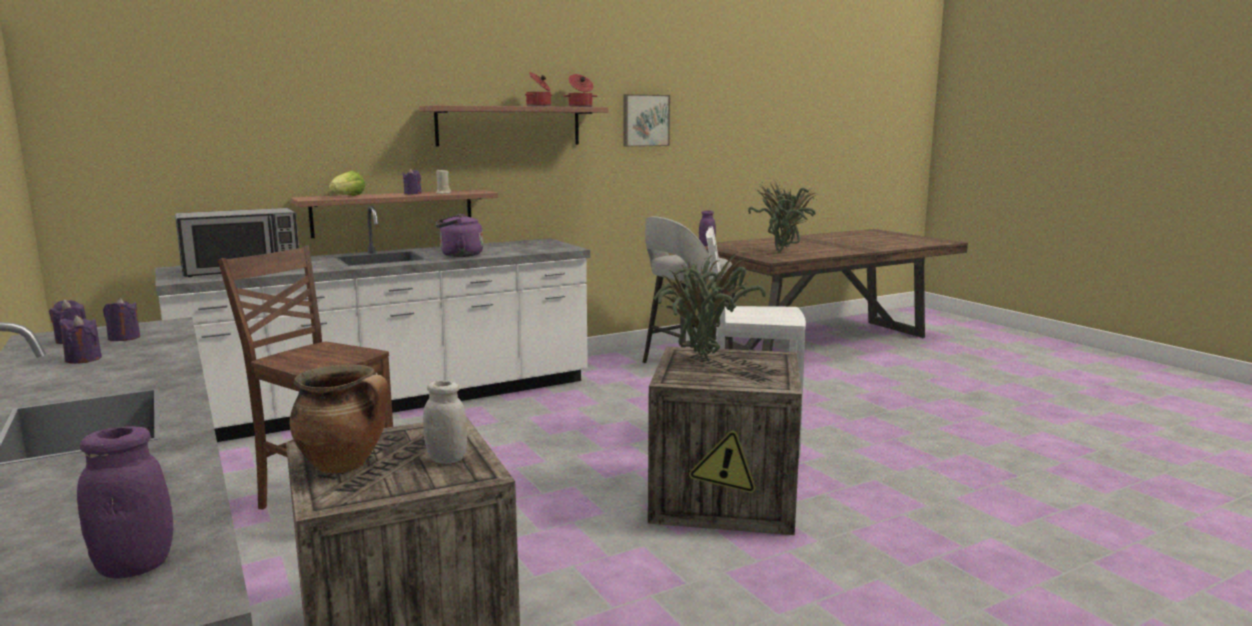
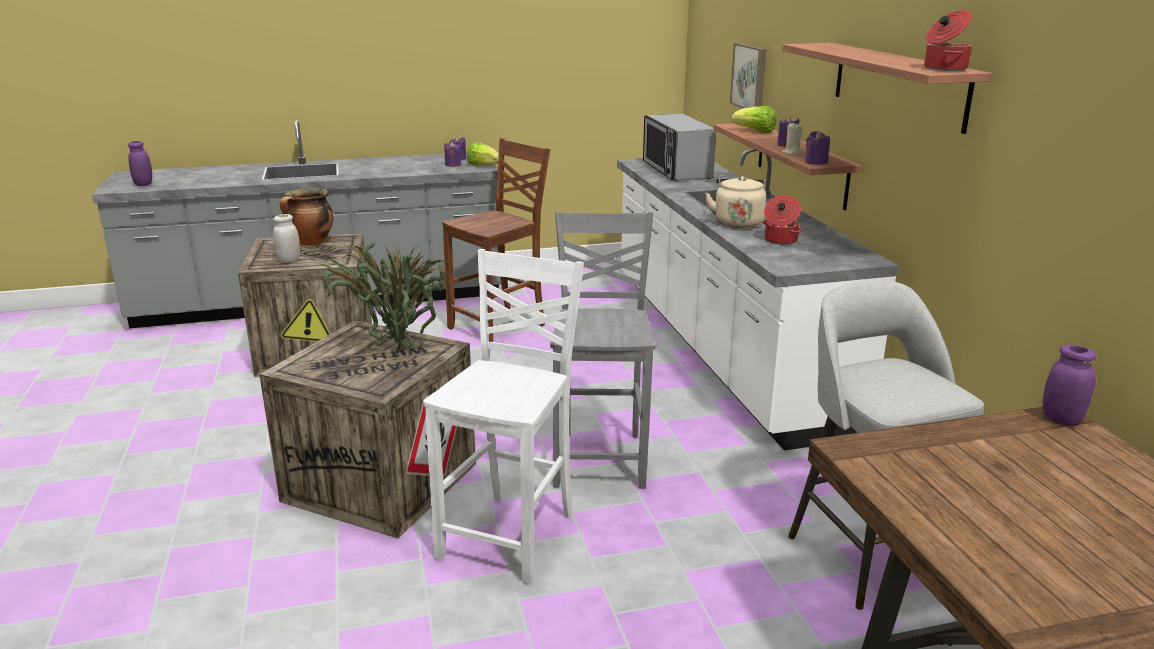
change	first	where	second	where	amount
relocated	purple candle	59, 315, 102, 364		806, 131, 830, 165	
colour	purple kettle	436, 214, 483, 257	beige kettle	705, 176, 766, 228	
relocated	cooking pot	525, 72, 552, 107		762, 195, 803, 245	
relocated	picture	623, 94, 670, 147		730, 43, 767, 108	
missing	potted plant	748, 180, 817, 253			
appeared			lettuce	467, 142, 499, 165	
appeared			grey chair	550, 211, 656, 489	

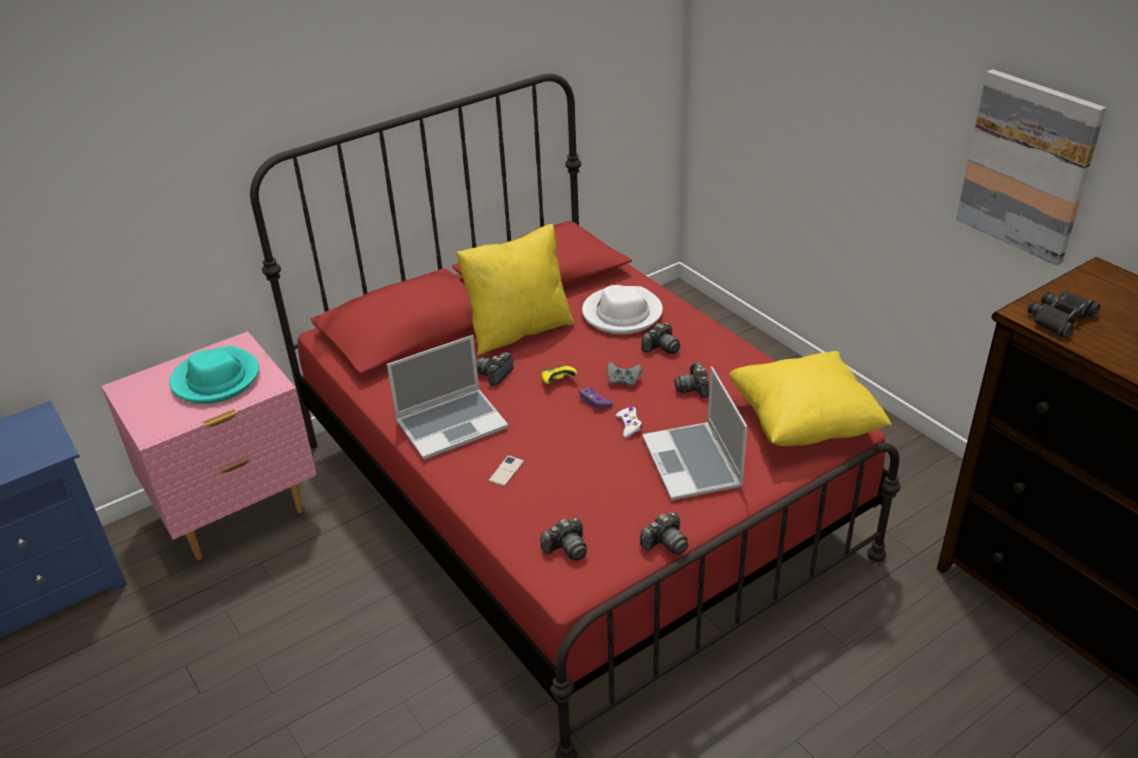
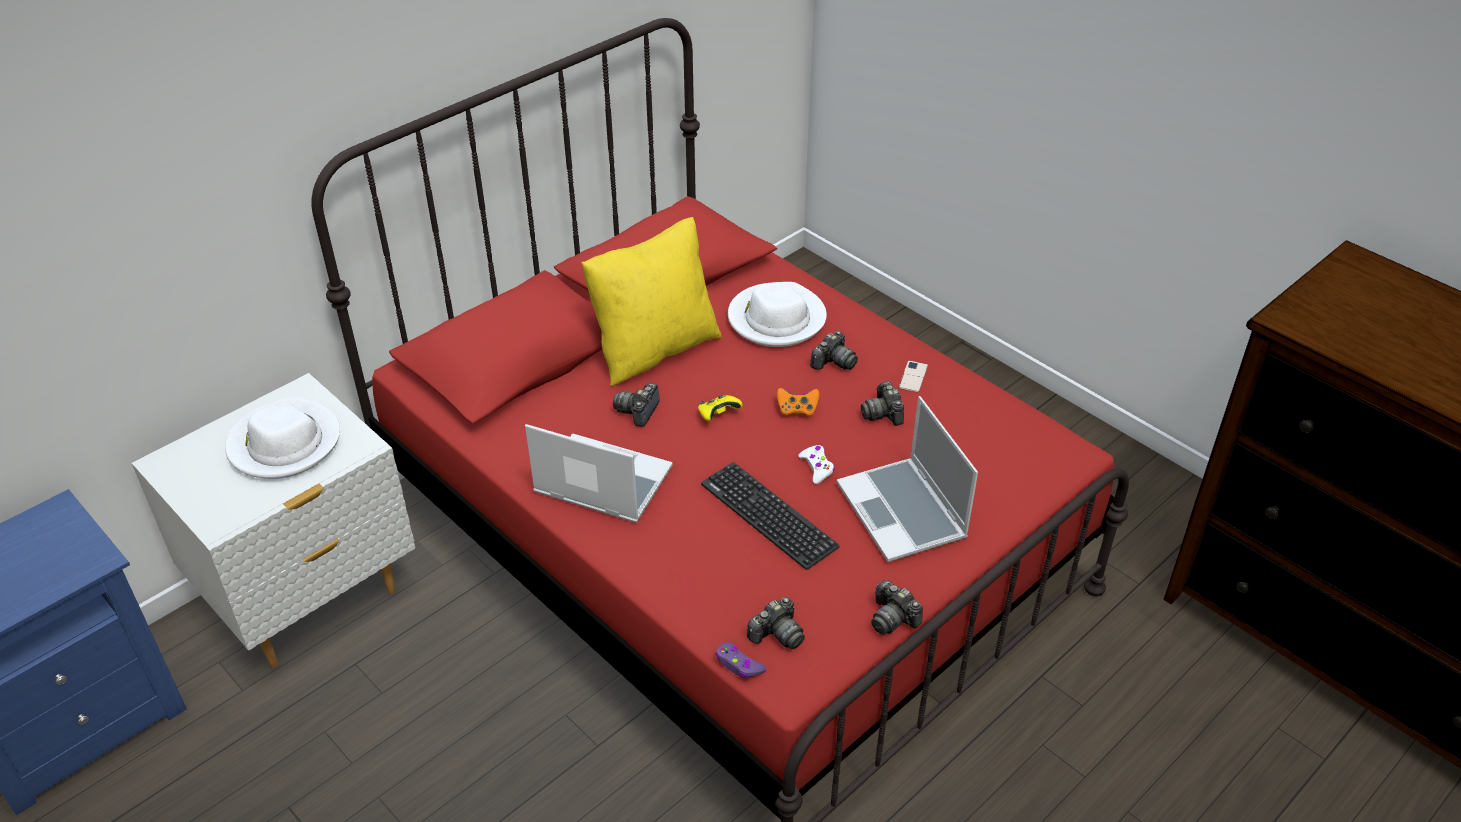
change	first	where	second	where	amount
colour	pink nightstand	101, 331, 317, 560	white nightstand	132, 373, 415, 668	
colour	turquoise hat	169, 346, 259, 404	white hat	225, 396, 340, 479	
spun	laptop	387, 335, 508, 460		525, 424, 673, 523	120 degrees counterclockwise
relocated	phone	488, 455, 524, 486		899, 360, 928, 393	
relocated	purple game controller	579, 388, 613, 408		715, 642, 767, 679	
colour	grey game controller	607, 362, 642, 388	orange game controller	777, 388, 820, 417	
spun	photo camera	640, 512, 689, 555		871, 580, 923, 635	90 degrees clockwise
missing	yellow pillow	730, 351, 891, 446			
missing	picture	956, 69, 1106, 266			
missing	black binoculars	1027, 290, 1101, 338			
appeared			keyboard	701, 462, 840, 570	

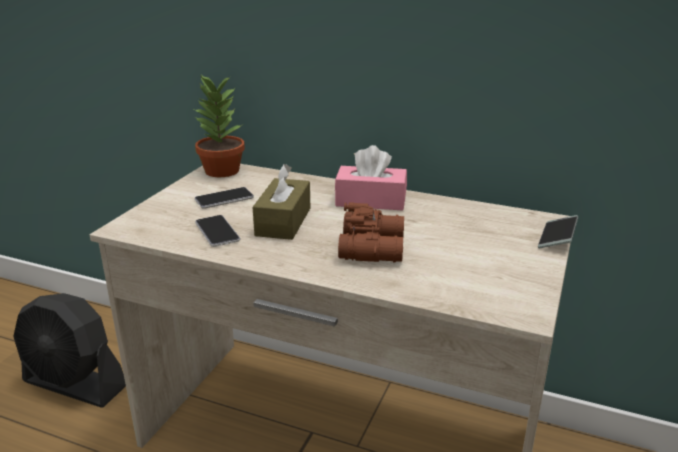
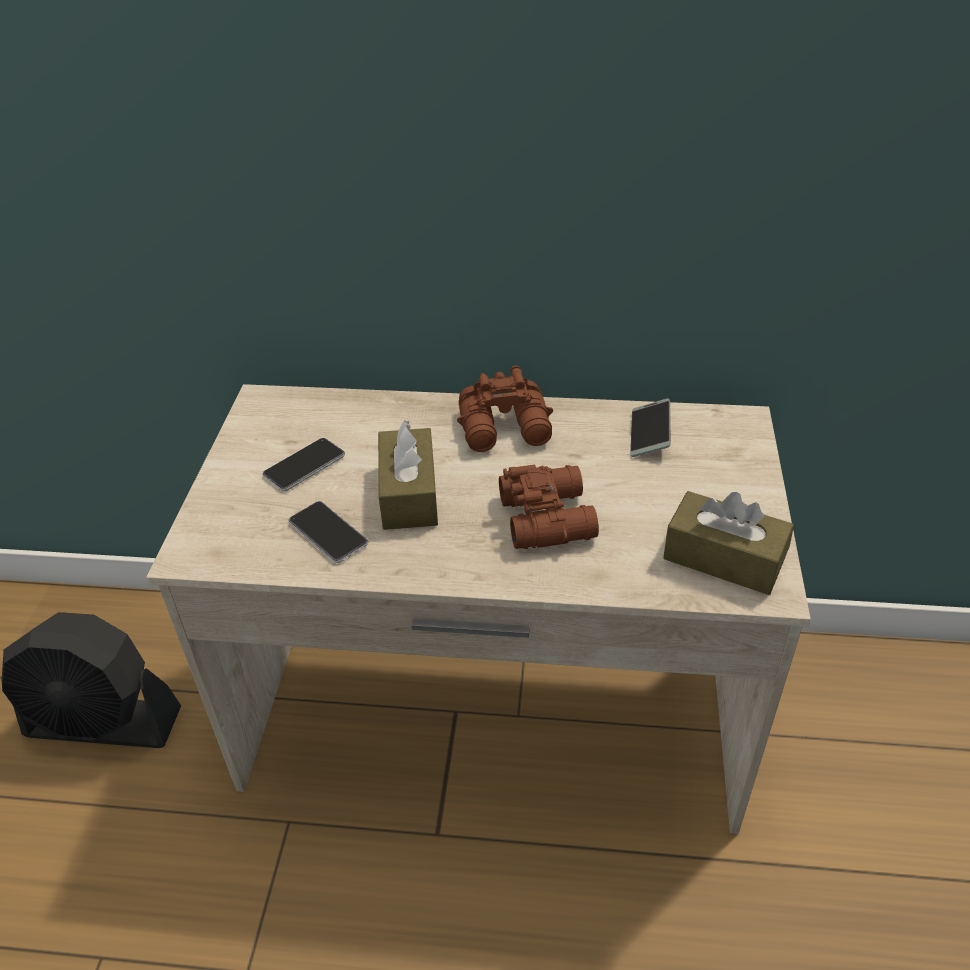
change	first	where	second	where	amount
missing	potted plant	194, 74, 245, 177			
exchanged	pink tissue box	335, 145, 407, 210	brown binoculars	457, 365, 553, 452	
relocated	phone	538, 215, 578, 248		630, 398, 670, 457	
appeared			brown tissue box	663, 491, 794, 595	

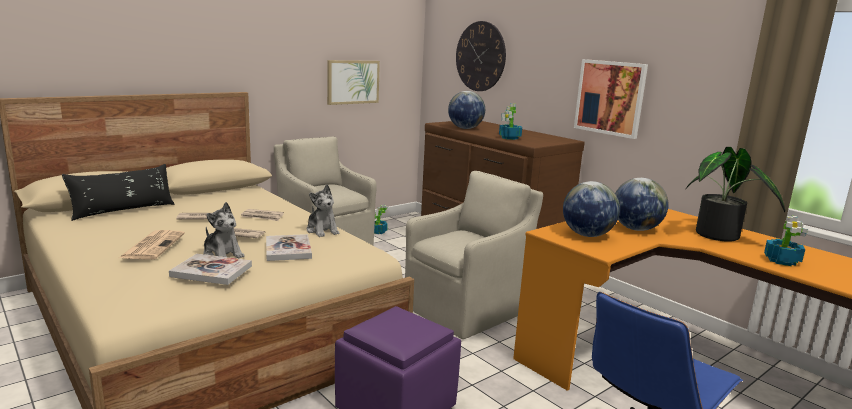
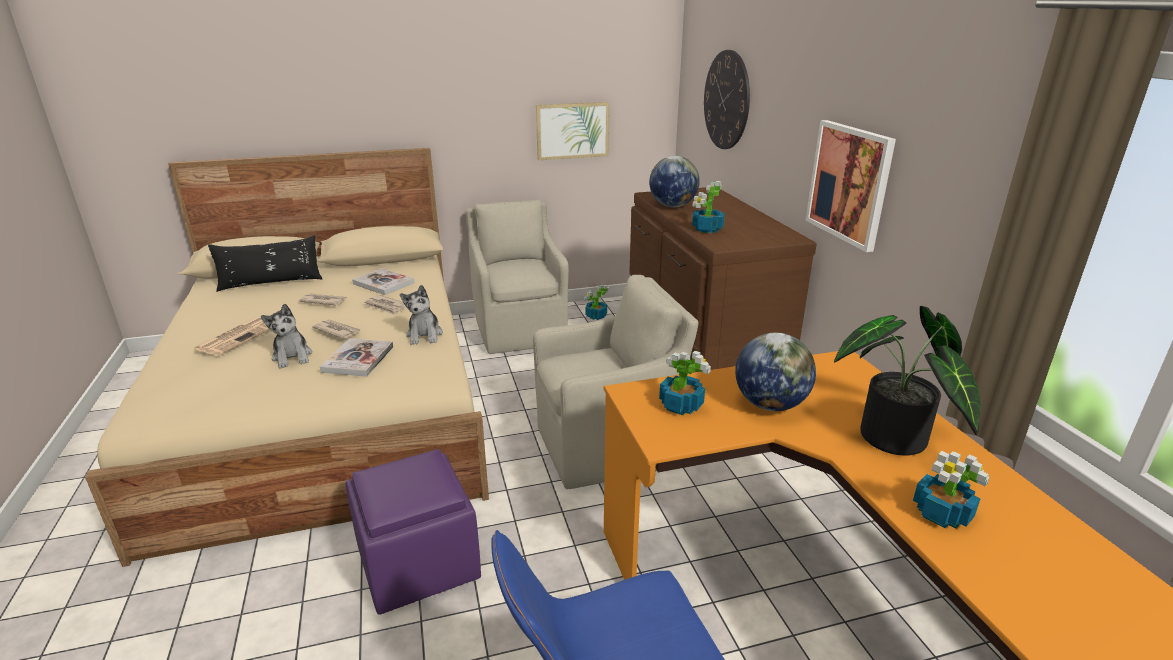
change	first	where	second	where	amount
relocated	book	169, 254, 252, 285		352, 268, 414, 295	
exchanged	globe	563, 181, 620, 237	potted plant	659, 351, 711, 415	

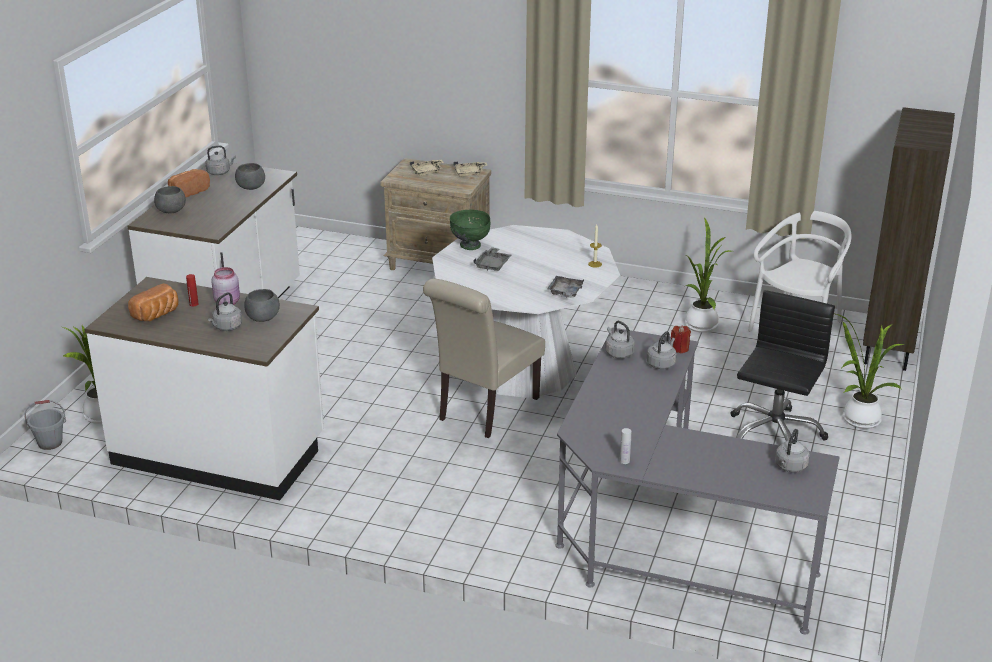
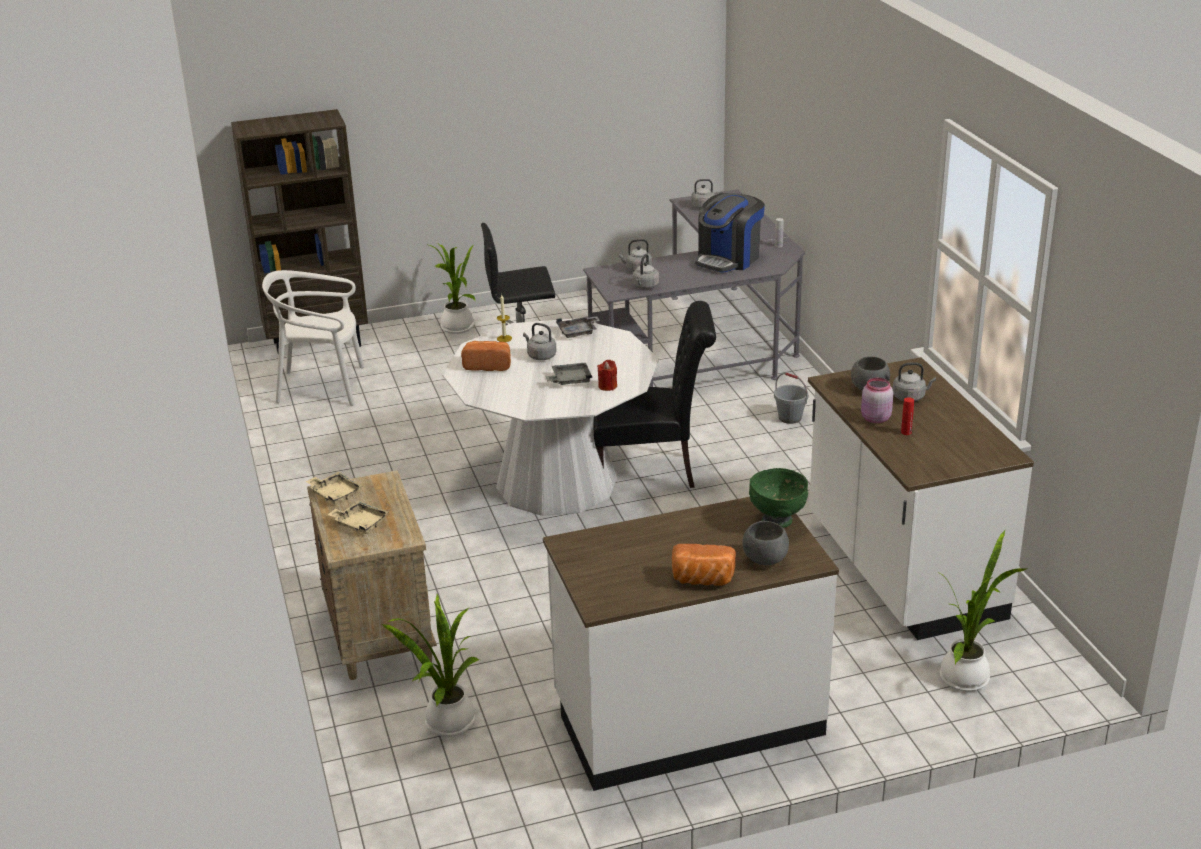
change	first	where	second	where	amount
relocated	grey bucket	24, 400, 66, 450		774, 373, 808, 424	
relocated	bread	128, 283, 178, 321		461, 341, 511, 371	
relocated	grey kettle	205, 146, 236, 175		523, 323, 556, 360	
missing	grey bowl	235, 163, 265, 190			
colour	beige chair	423, 279, 545, 438	black chair	593, 301, 716, 488	
relocated	green bowl	450, 209, 491, 250		749, 468, 808, 528	
relocated	red candle	671, 326, 691, 353		597, 360, 617, 391	
relocated	potted plant	685, 217, 731, 333		382, 594, 481, 737	
appeared			coffee machine	695, 193, 765, 273	

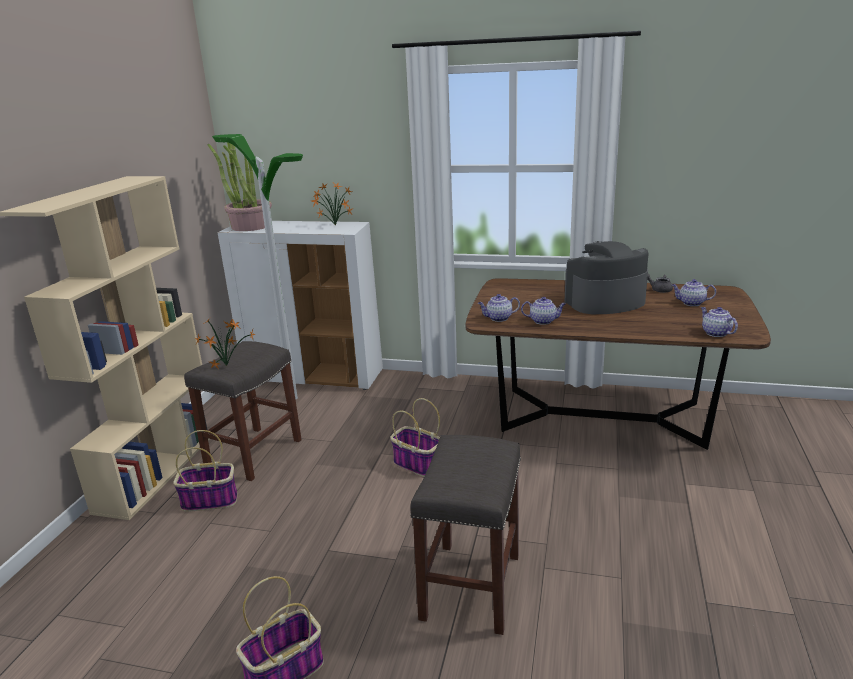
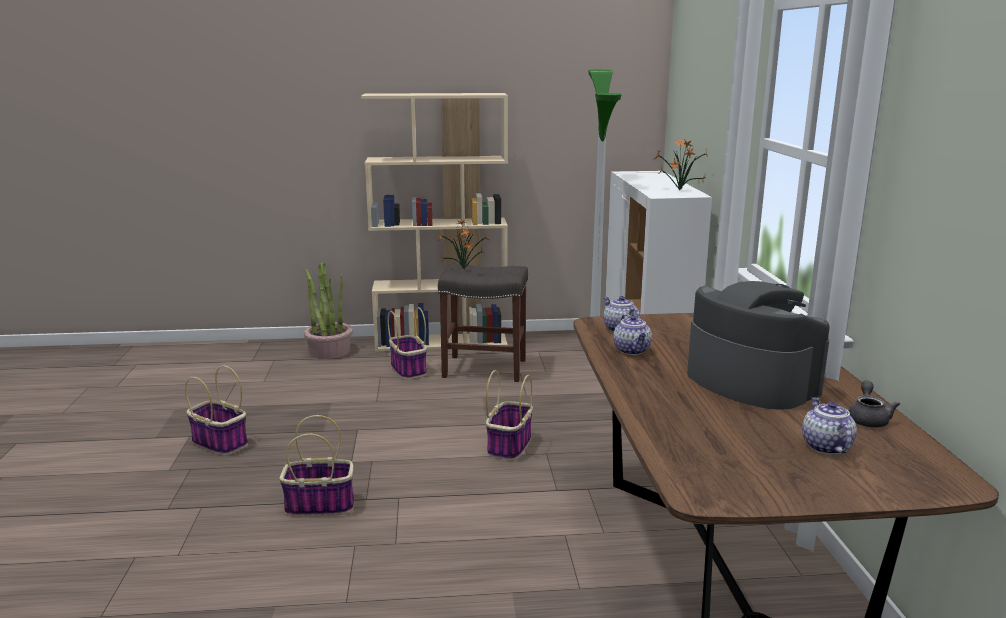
change	first	where	second	where	amount
relocated	potted plant	208, 142, 272, 231		304, 262, 353, 359	
exchanged	grey stool	410, 435, 521, 635	basket	280, 415, 354, 516	
missing	teapot	701, 307, 738, 337			

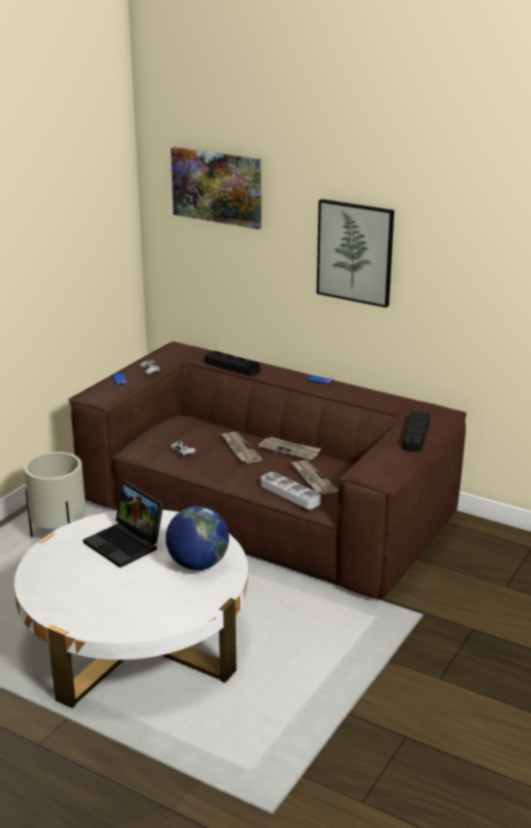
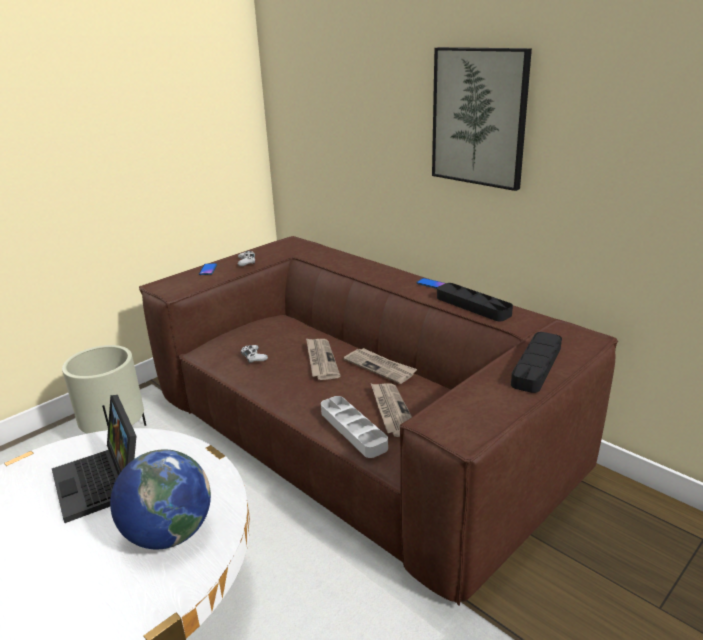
change	first	where	second	where	amount
missing	picture	171, 147, 261, 229			
relocated	black tray	205, 351, 260, 376		437, 283, 513, 321	

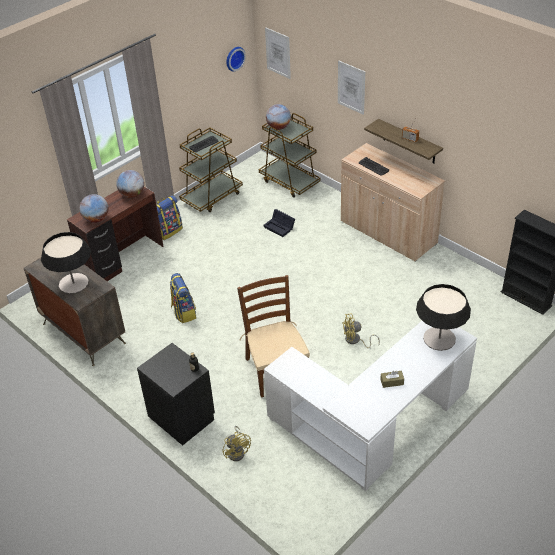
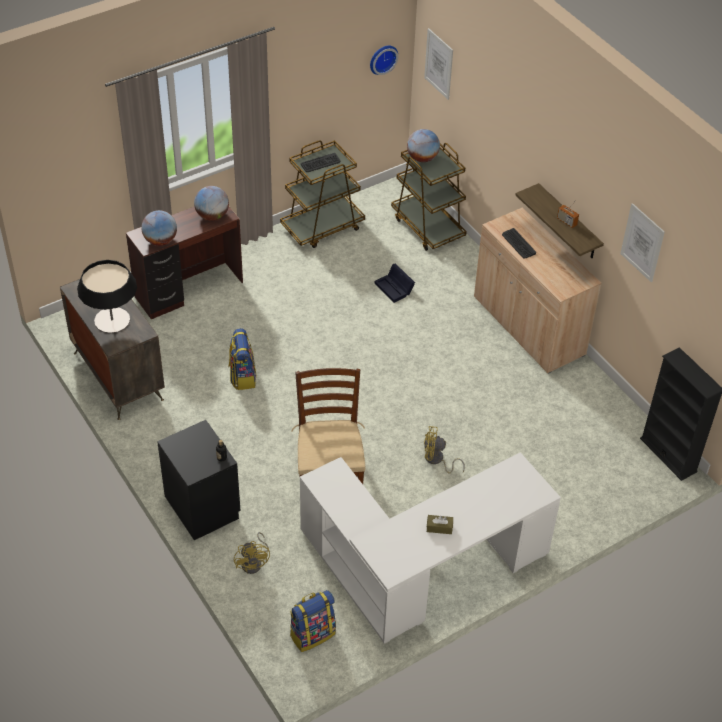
change	first	where	second	where	amount
relocated	backpack	156, 195, 183, 240		290, 590, 336, 652	
relocated	picture	338, 61, 365, 115		620, 203, 665, 282	
missing	table lamp	416, 284, 471, 351			

